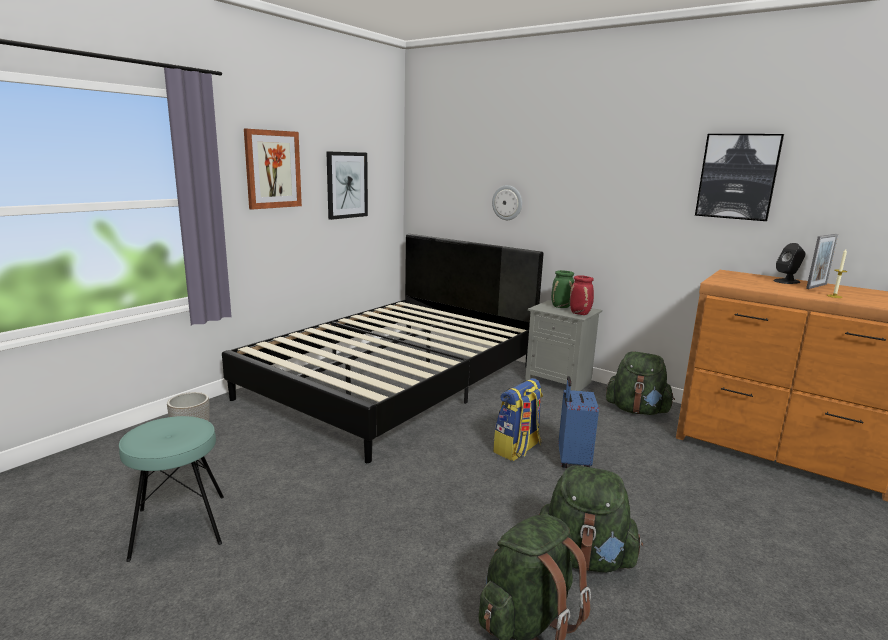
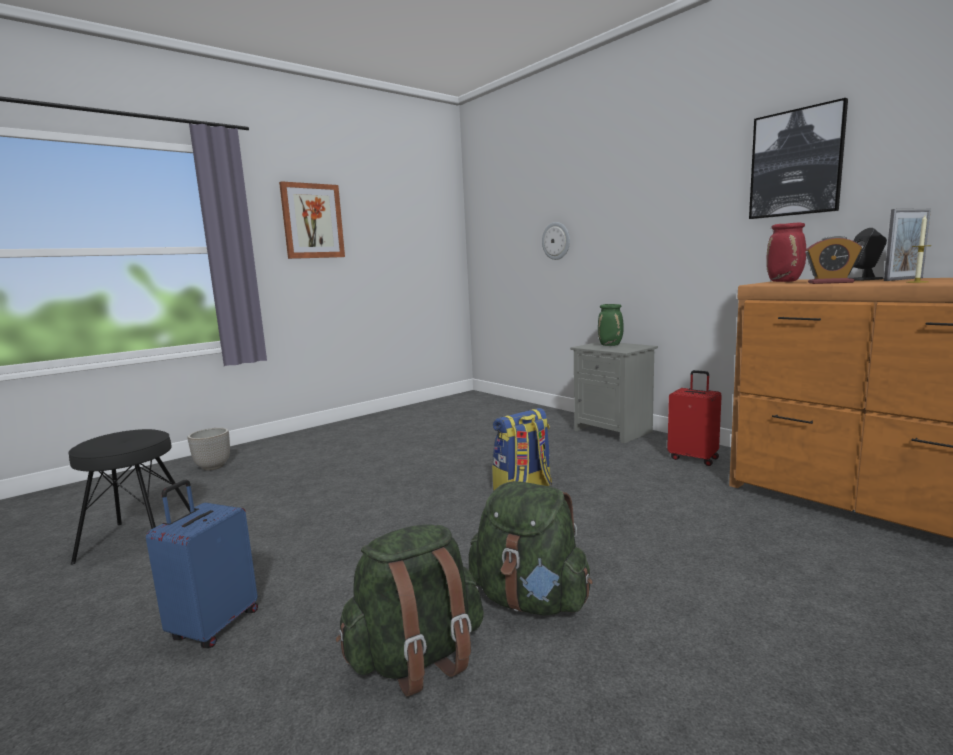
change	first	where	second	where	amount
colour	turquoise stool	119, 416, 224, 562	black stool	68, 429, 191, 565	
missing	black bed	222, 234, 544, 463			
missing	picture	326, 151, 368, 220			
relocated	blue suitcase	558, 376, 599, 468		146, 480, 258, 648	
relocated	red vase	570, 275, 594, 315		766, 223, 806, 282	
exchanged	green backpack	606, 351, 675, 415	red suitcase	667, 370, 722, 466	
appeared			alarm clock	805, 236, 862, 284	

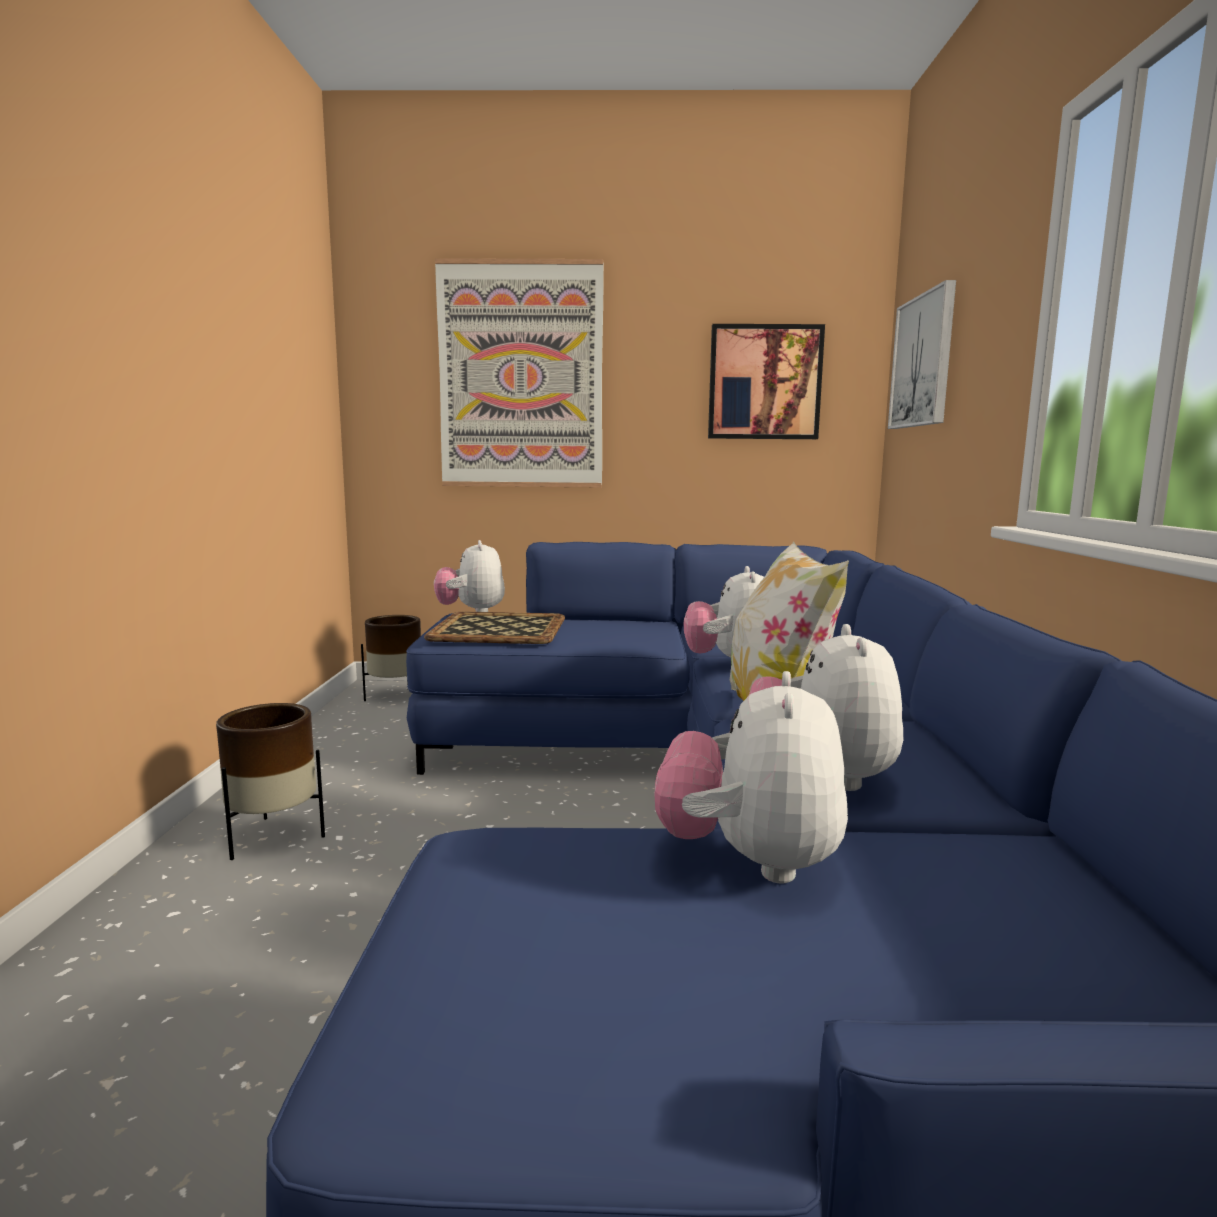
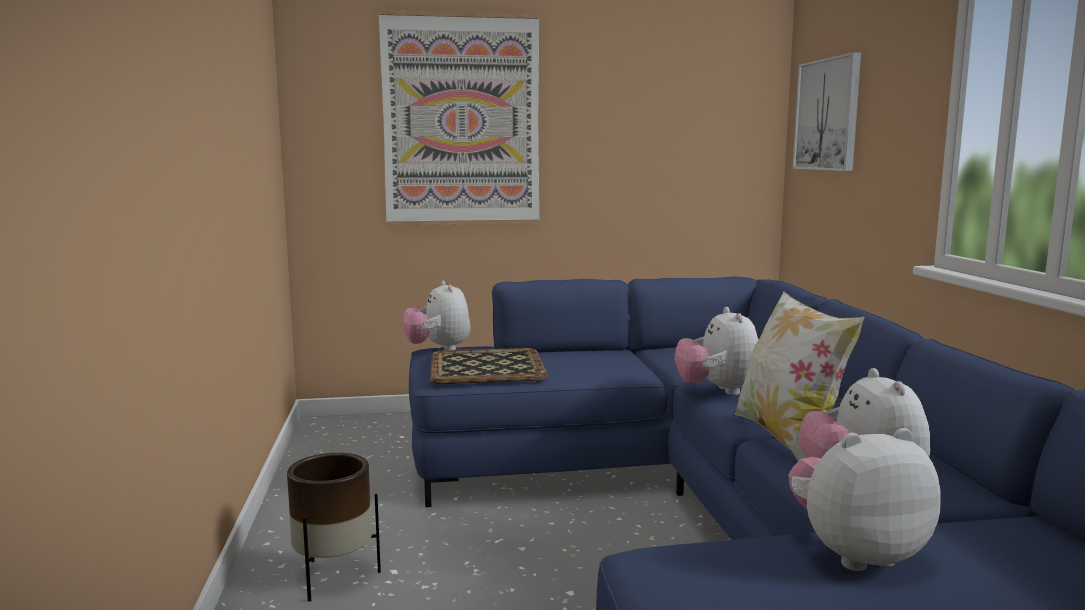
change	first	where	second	where	amount
missing	brown planter	361, 615, 421, 701			
spun	plush toy	655, 671, 848, 883		788, 428, 941, 571	75 degrees clockwise
missing	picture	708, 324, 825, 439			

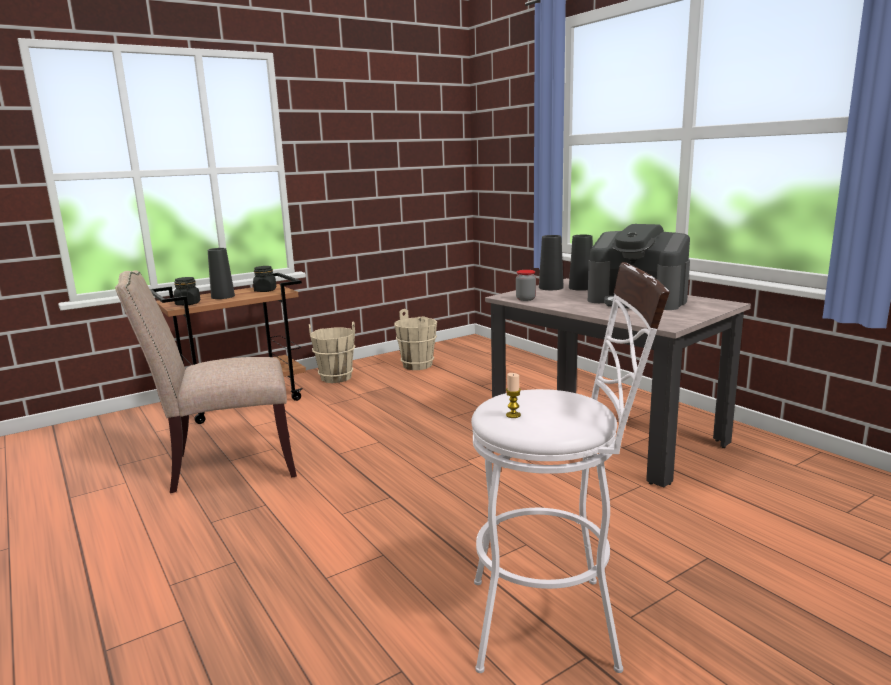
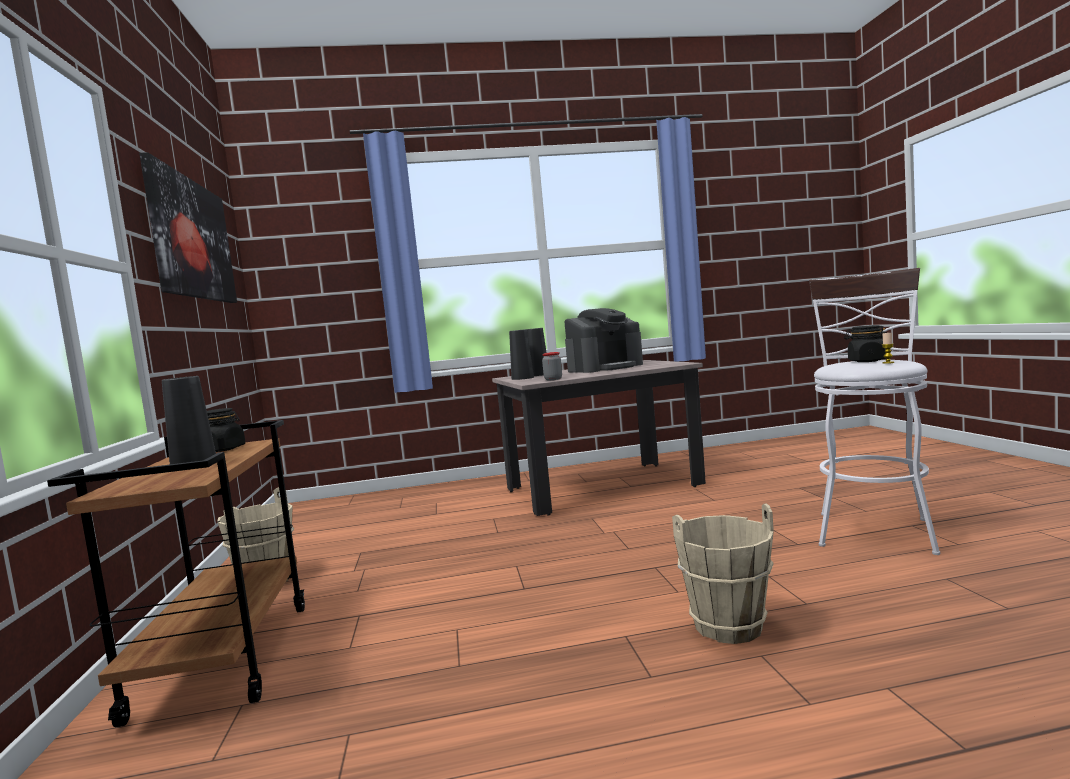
change	first	where	second	where	amount
missing	beige chair	115, 270, 297, 493			
relocated	black jar	174, 277, 200, 306		844, 325, 887, 362	
relocated	beige bucket	394, 309, 437, 370		672, 503, 774, 644	
appeared			picture	139, 152, 237, 303	

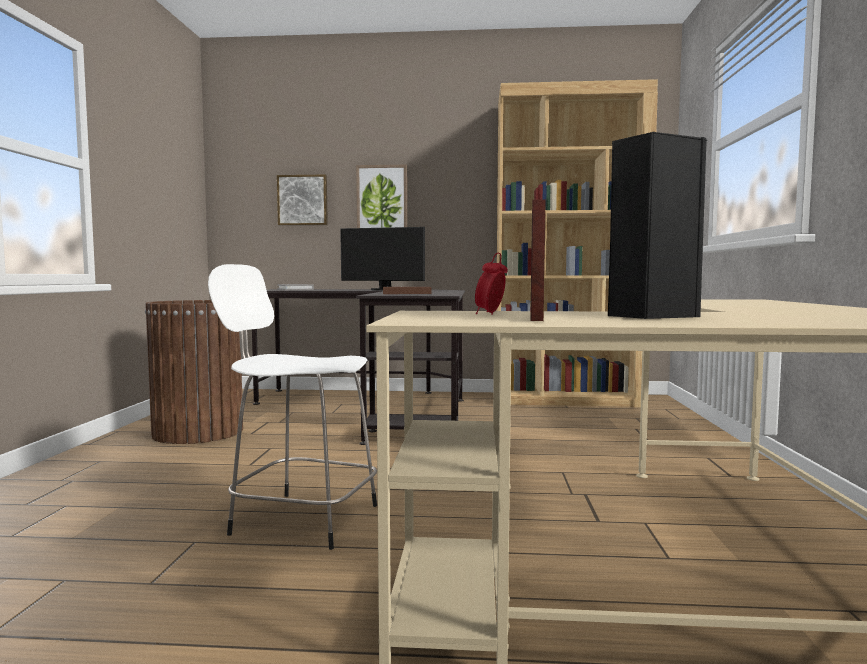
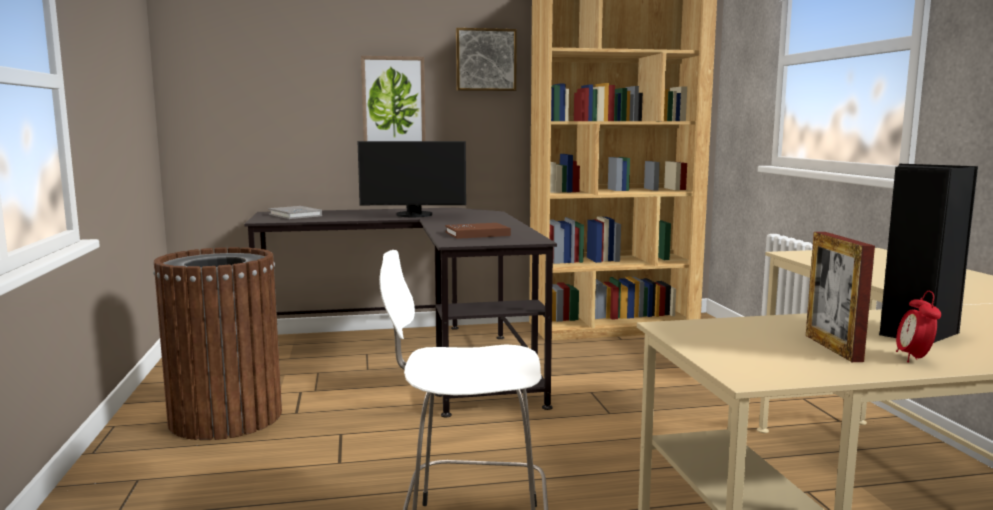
change	first	where	second	where	amount
relocated	picture	277, 175, 328, 226		456, 28, 517, 91	
relocated	alarm clock	475, 253, 508, 315		896, 291, 941, 362	

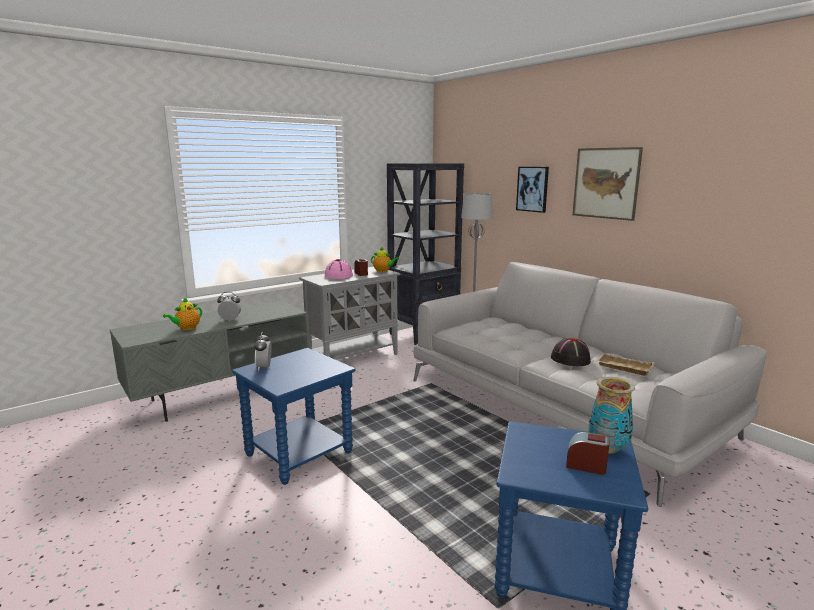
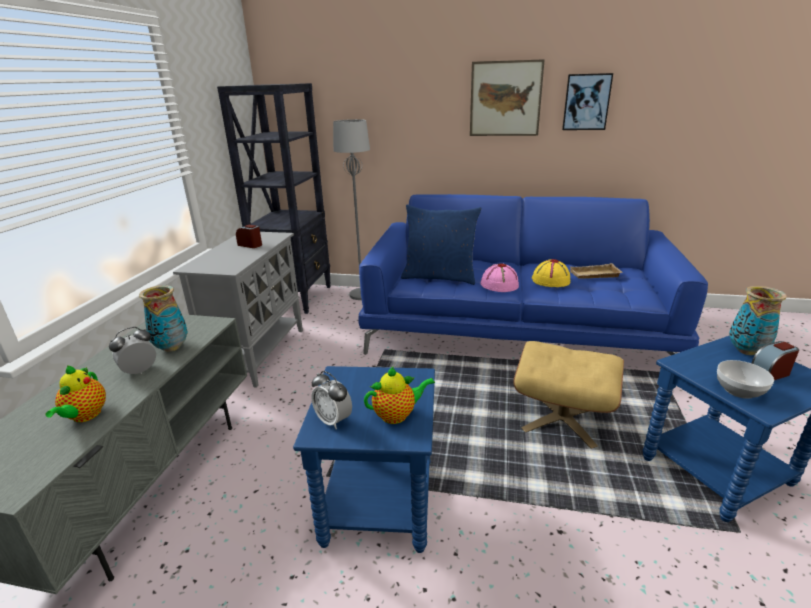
change	first	where	second	where	amount
relocated	pink hat	325, 259, 353, 279		480, 264, 519, 292	
relocated	teapot	371, 247, 399, 272		364, 366, 435, 424	
colour	grey sofa	413, 262, 767, 507	blue sofa	358, 194, 708, 355	
relocated	picture	516, 167, 549, 213		562, 73, 613, 130	
colour	black hat	551, 338, 591, 366	yellow hat	532, 259, 570, 287	
appeared			vase	139, 285, 188, 352	
appeared			blue pillow	401, 205, 481, 285	
appeared			beige ottoman	513, 341, 624, 449	
appeared			bowl	717, 360, 774, 399	

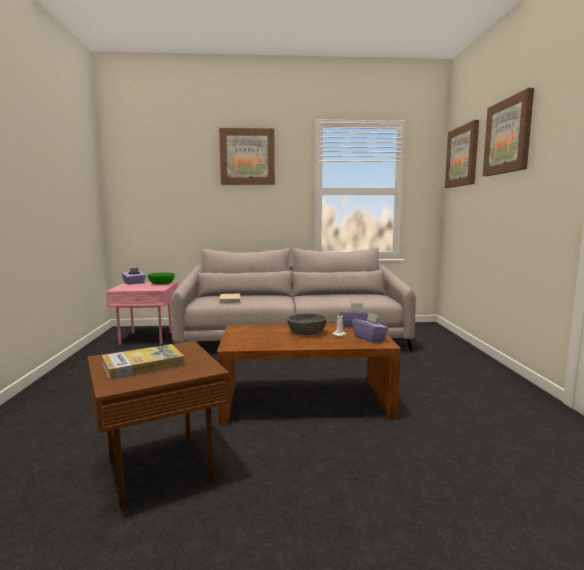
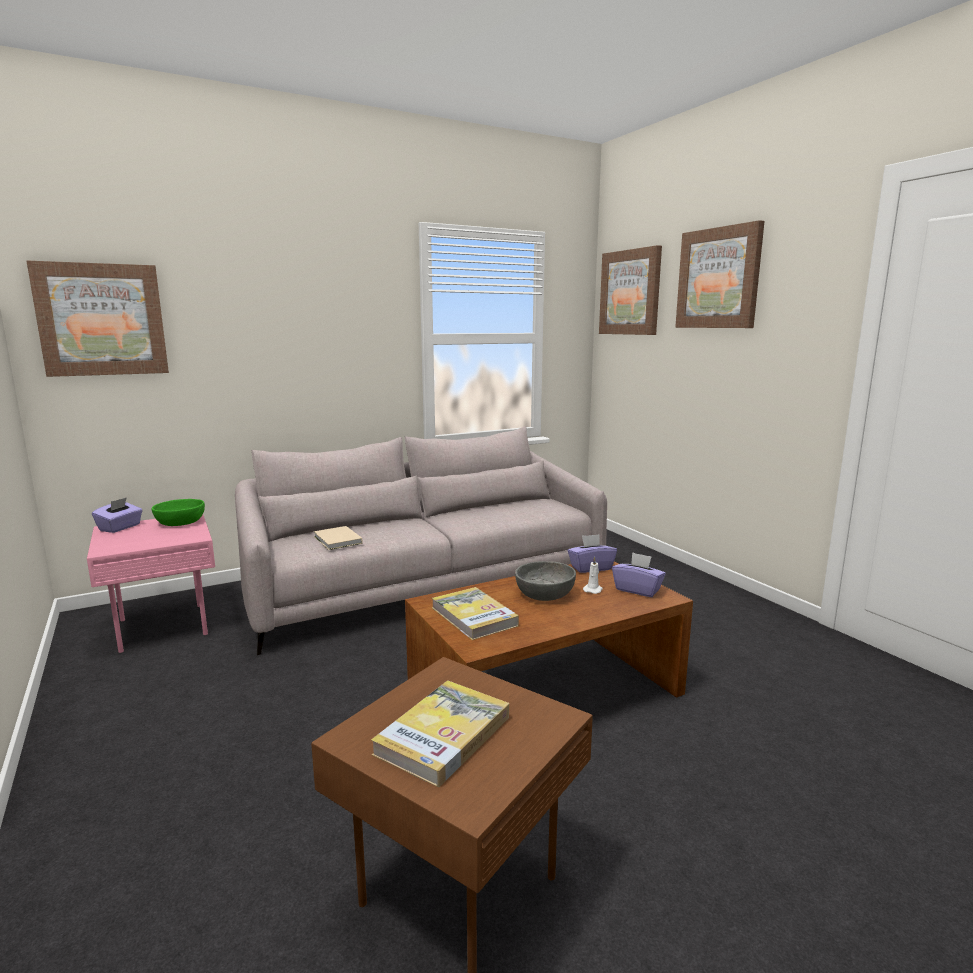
change	first	where	second	where	amount
relocated	picture	219, 128, 275, 185		27, 261, 169, 377	
appeared			book	432, 587, 519, 640	

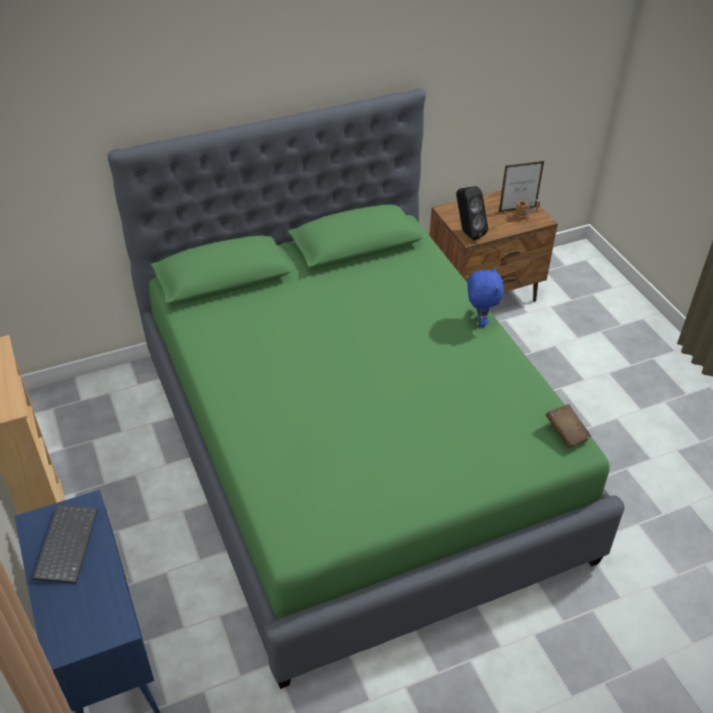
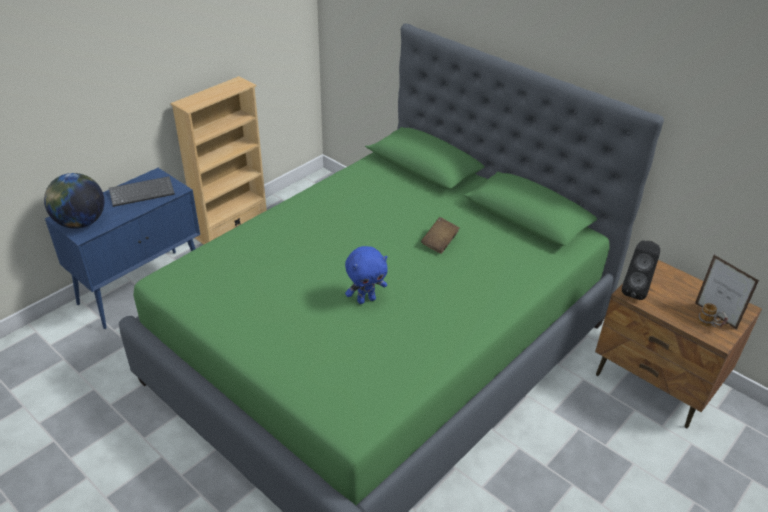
change	first	where	second	where	amount
relocated	blue plush toy	467, 267, 504, 327		345, 246, 388, 304	
relocated	brown book	546, 404, 591, 448		421, 217, 460, 254	
appeared			globe	44, 173, 104, 229	

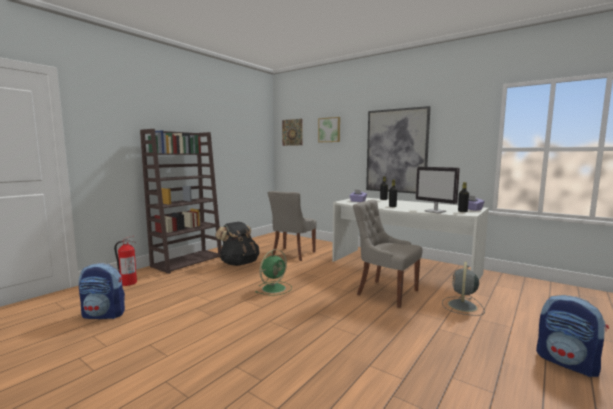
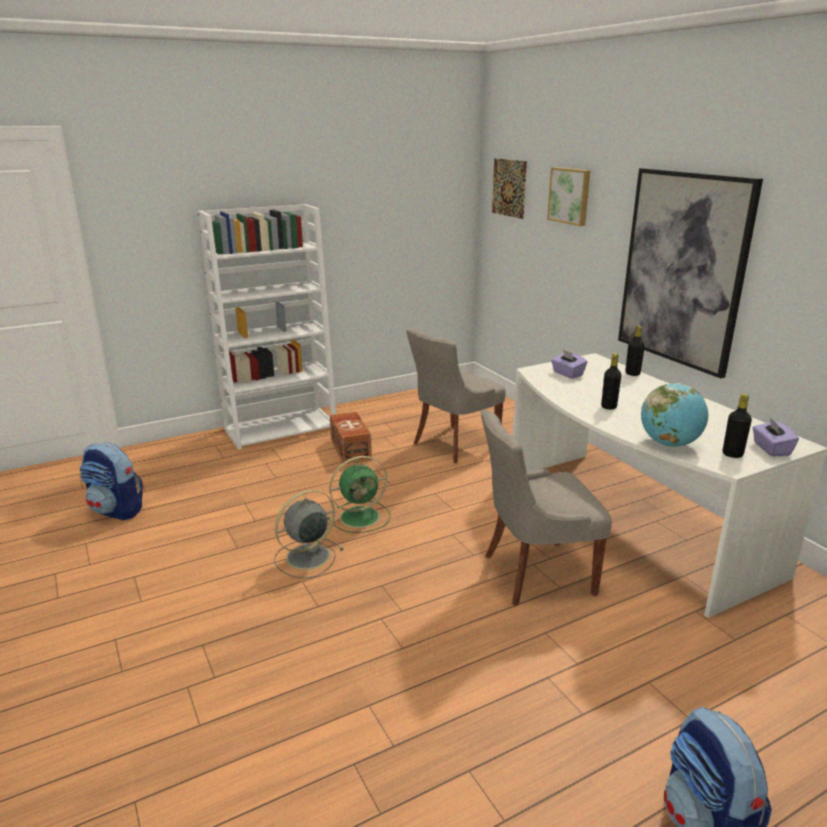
change	first	where	second	where	amount
missing	fire extinguisher	114, 236, 137, 286			
colour	brown bookcase	140, 129, 222, 274	white bookcase	198, 204, 336, 450	
exchanged	black backpack	215, 222, 260, 266	brown storage box	330, 412, 372, 464	
spun	grey chair	353, 200, 423, 308		481, 410, 612, 606	75 degrees counterclockwise
exchanged	monitor	416, 167, 460, 213	globe	641, 383, 708, 447	
relocated	grey fan	442, 261, 485, 316		274, 490, 344, 578	

